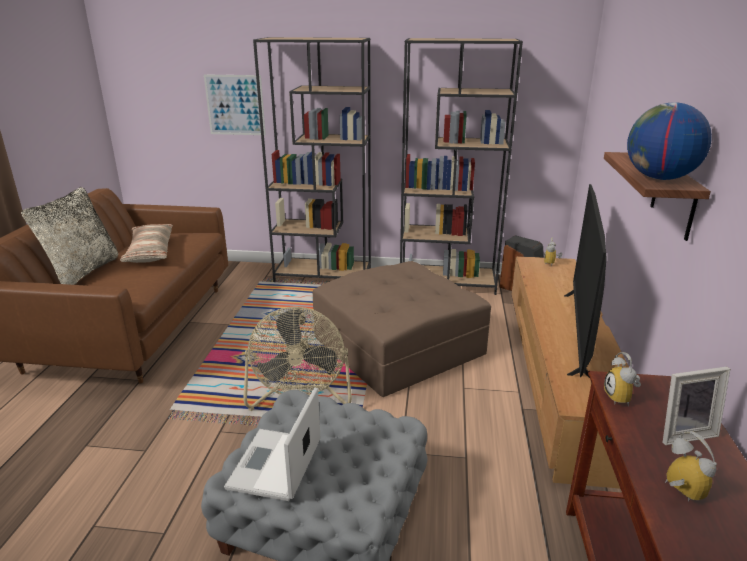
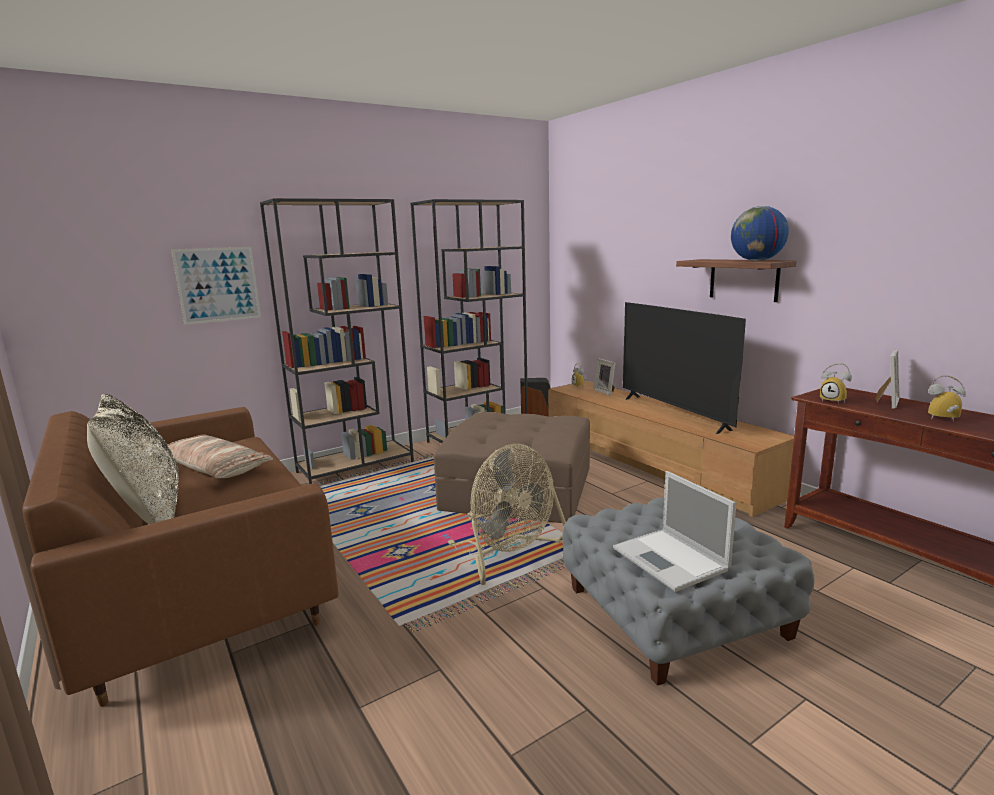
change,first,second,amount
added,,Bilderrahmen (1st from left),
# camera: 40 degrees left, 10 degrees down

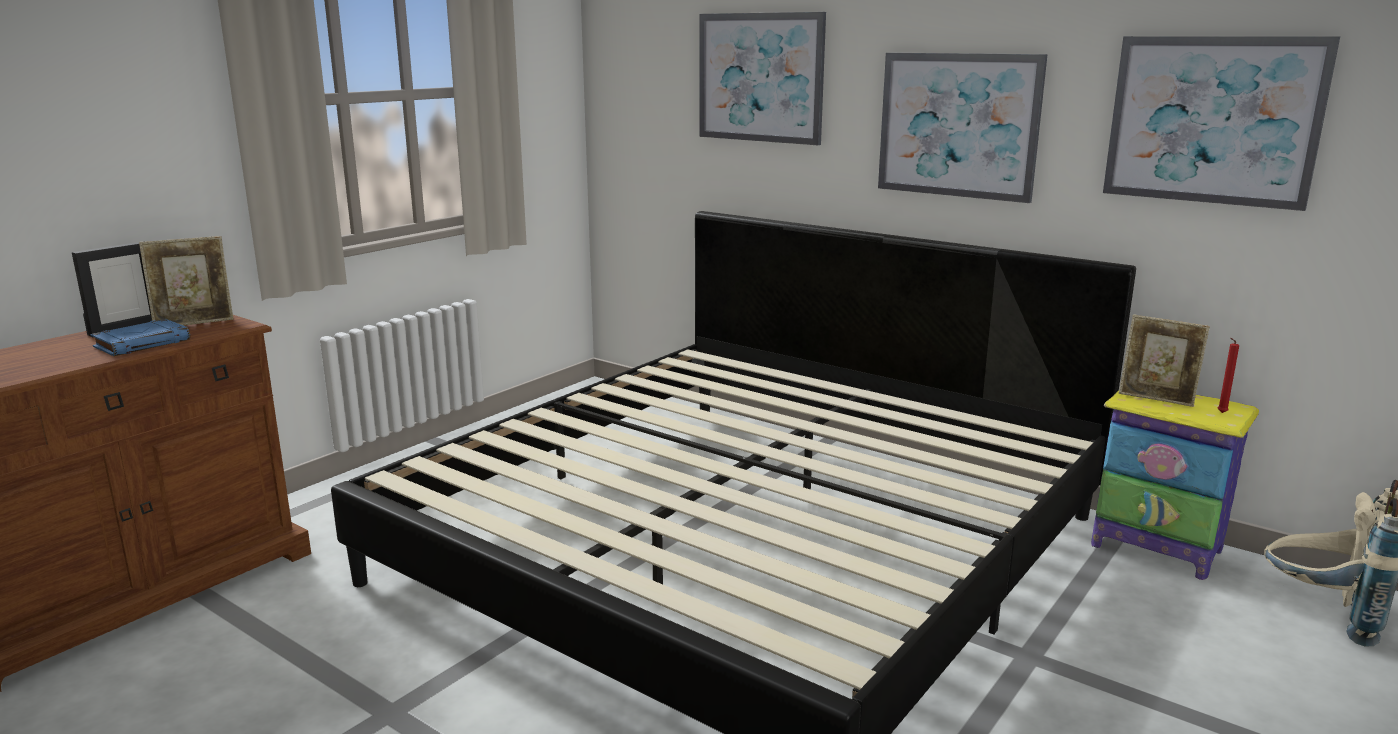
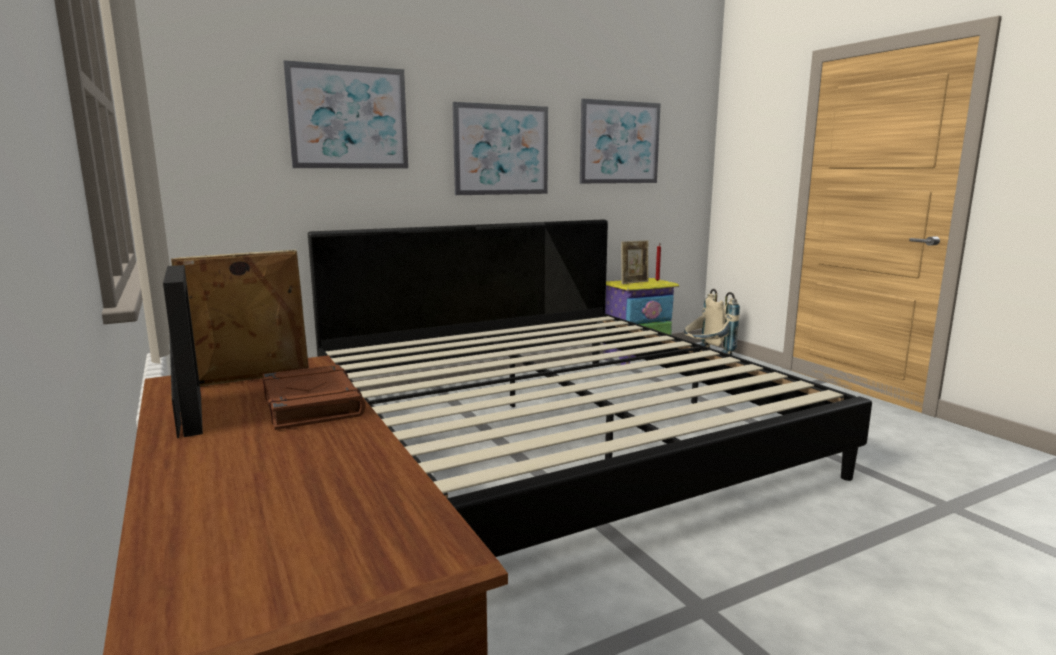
change,first,second,amount
recoloured,Buch/blau,Buch/braun,
turned,Bilderrahmen (2nd from left),,105 degrees counterclockwise
# camera: 65 degrees left, 5 degrees down

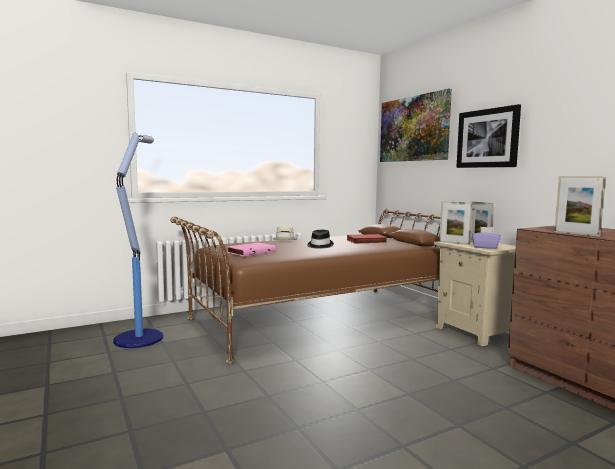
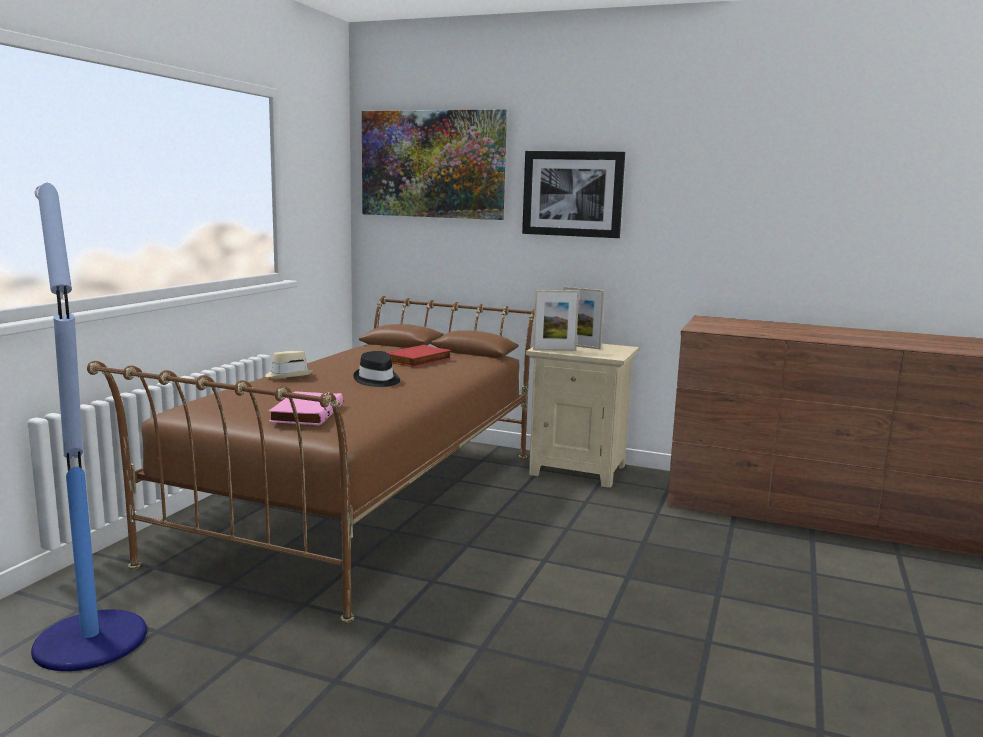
change,first,second,amount
removed,Taschentuchbox/lila,,
removed,Bilderrahmen (3rd from left),,
# camera: 40 degrees left, 5 degrees up

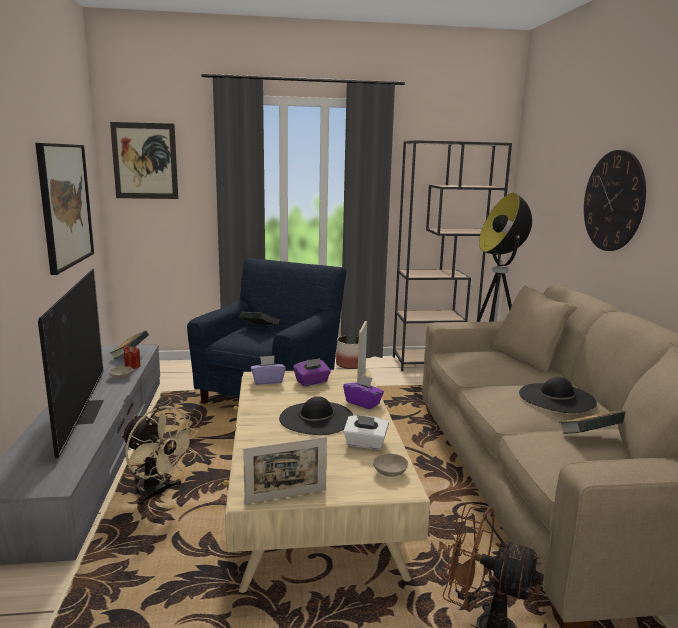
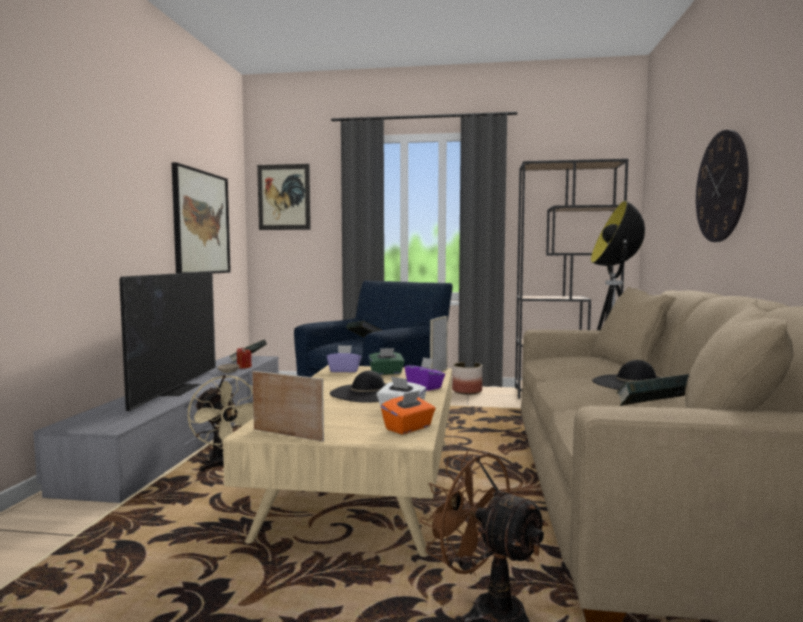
change,first,second,amount
replaced,Schüssel/beige (2nd from left),Taschentuchbox/orange,
recoloured,Taschentuchbox/lila (2nd from left),Taschentuchbox/grün,
turned,Bilderrahmen (1st from left),,150 degrees counterclockwise
# camera: 15 degrees right, 10 degrees down

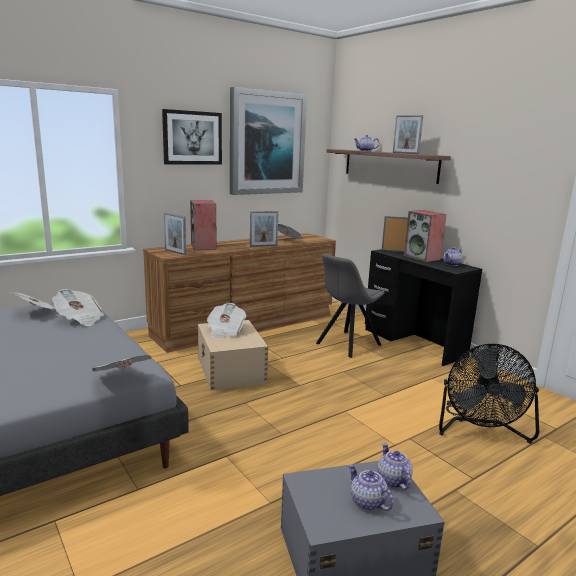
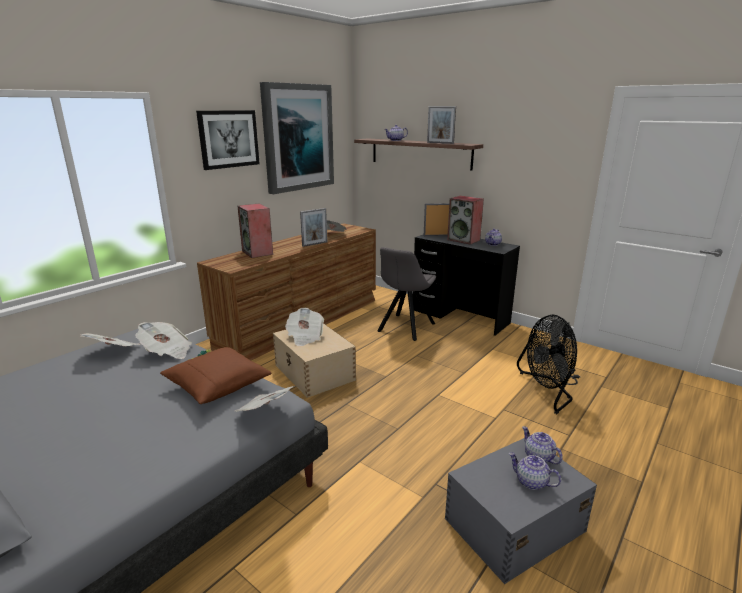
change,first,second,amount
removed,Bilderrahmen (1st from left),,
added,,Kissen/braun,
turned,Ventilator/schwarz,,90 degrees clockwise
# camera: 15 degrees left, 5 degrees up

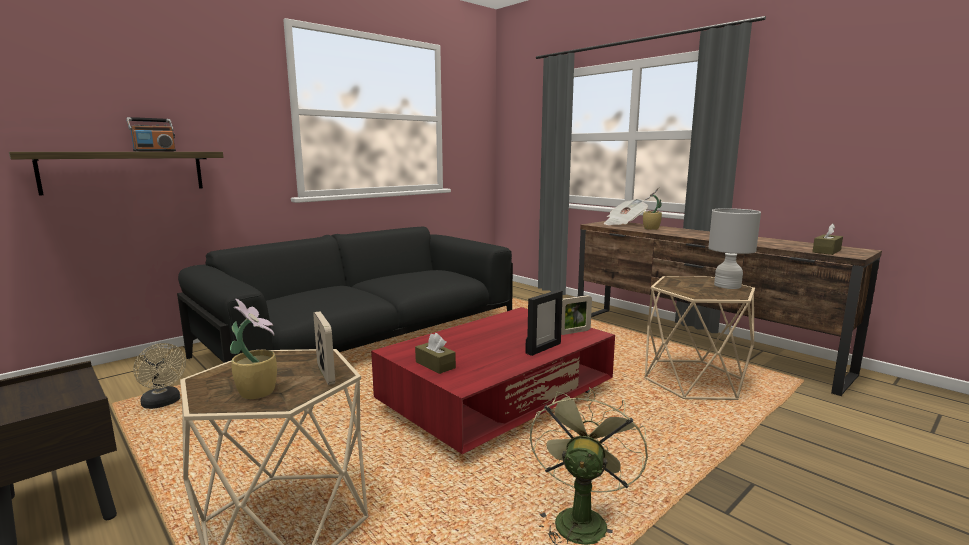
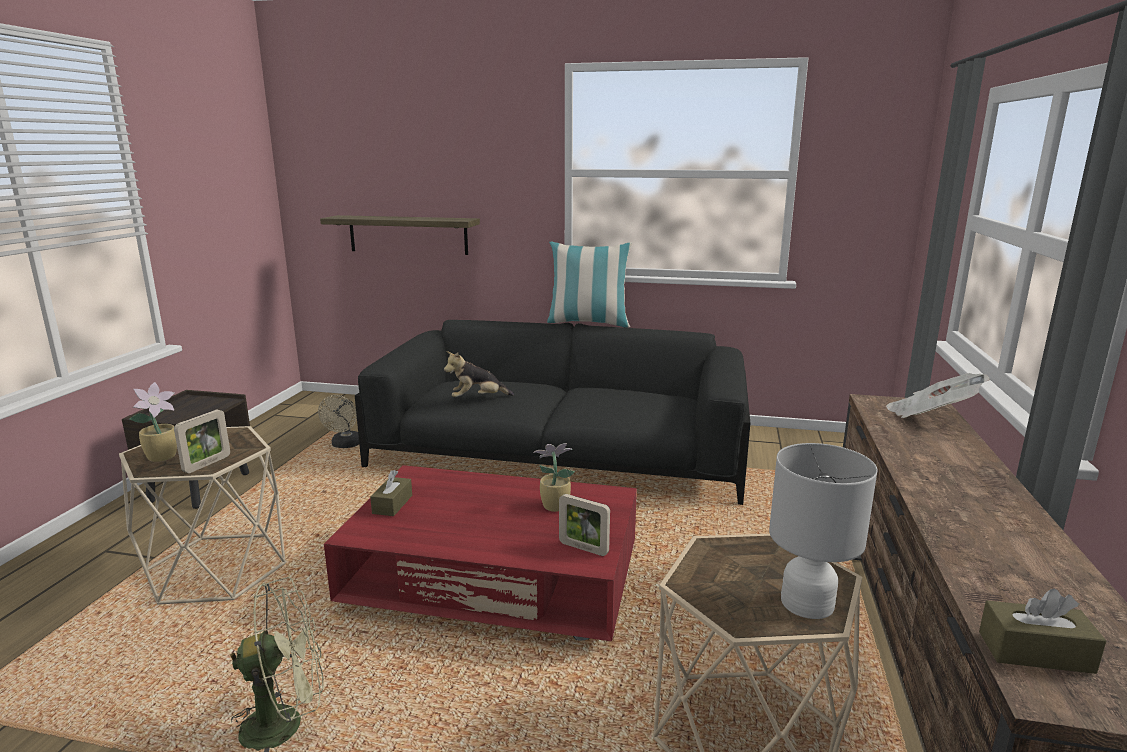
change,first,second,amount
removed,Radio,,
removed,Bilderrahmen (2nd from left),,
added,,Plüschtier,
added,,Kissen,
moved,Topfpflanze (2nd from left),,
# camera: 55 degrees right, 5 degrees up

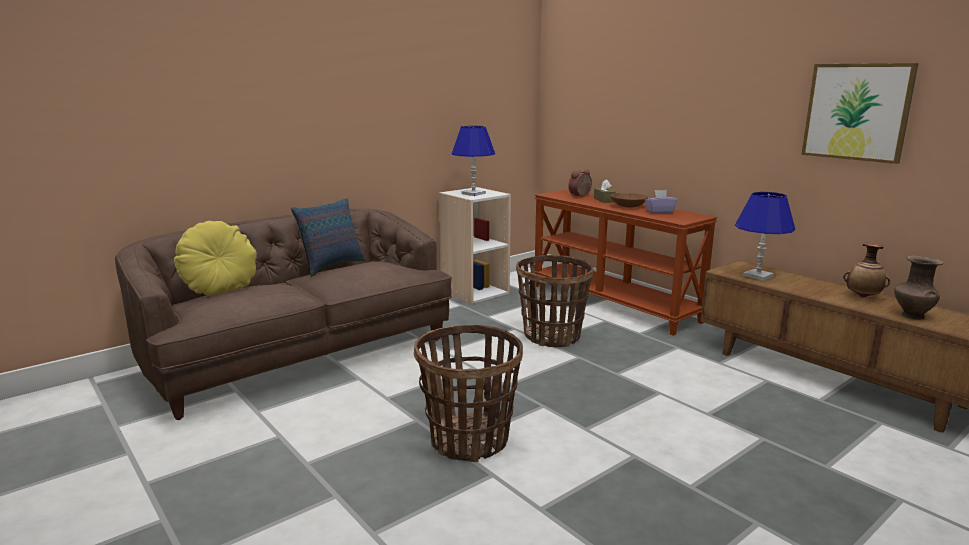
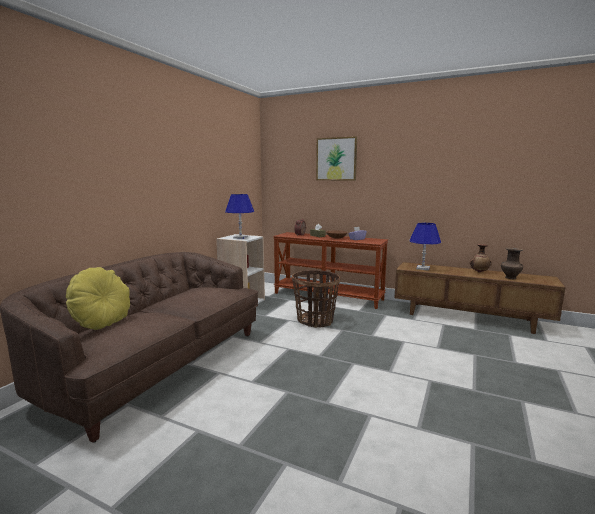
change,first,second,amount
removed,Kissen/blau,,
removed,Korb (1st from left),,
moved,Bild,,
# camera: 25 degrees left, 5 degrees down

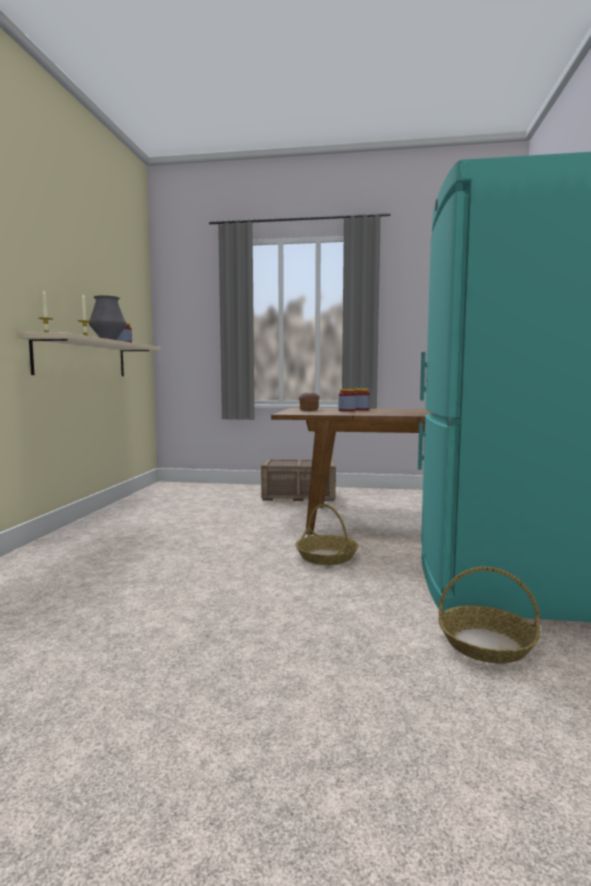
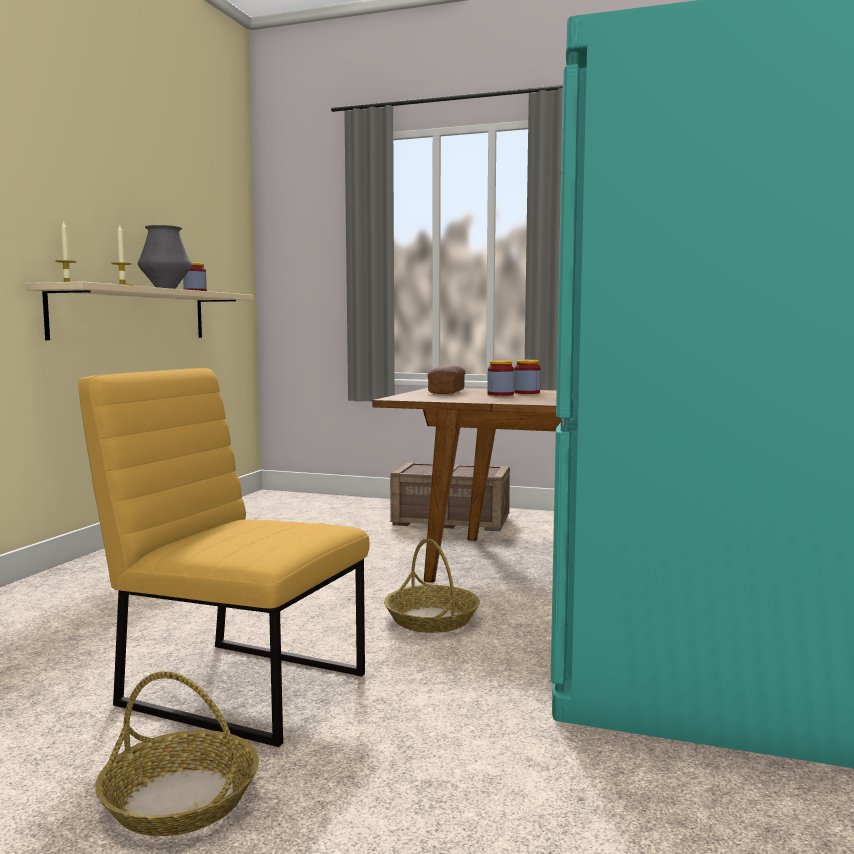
change,first,second,amount
added,,Stuhl/gelb,
moved,Korb (2nd from left in the first image),Korb (1st from left),
# camera: 10 degrees right, 0 degrees up

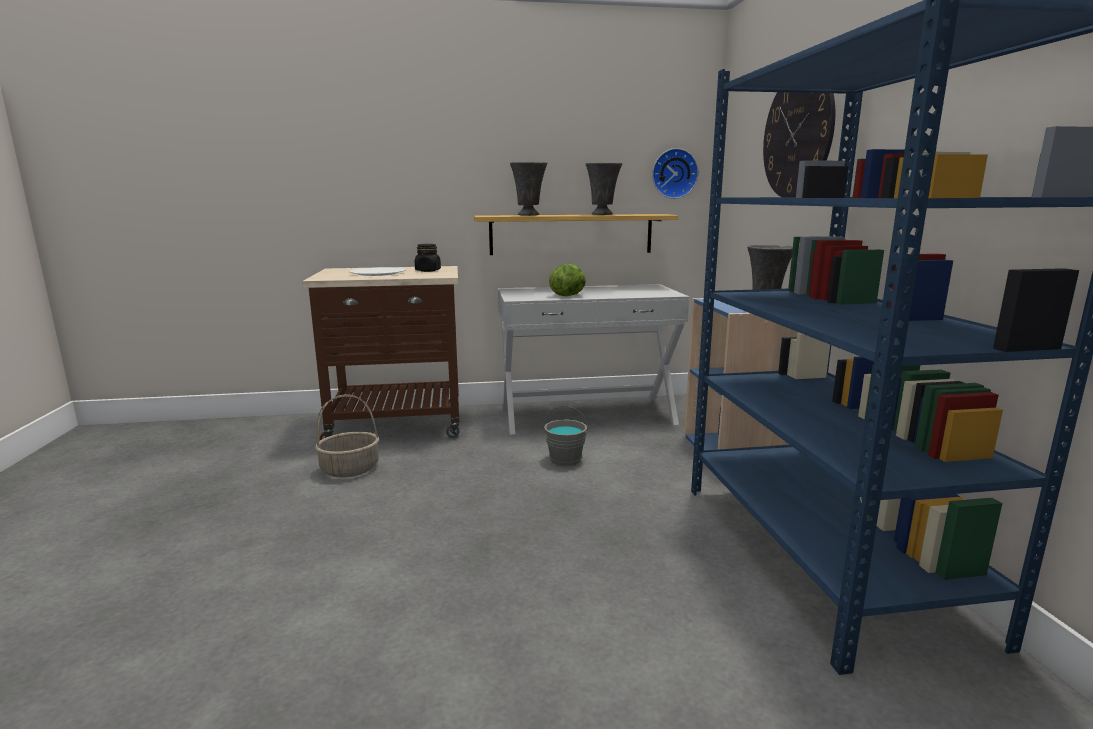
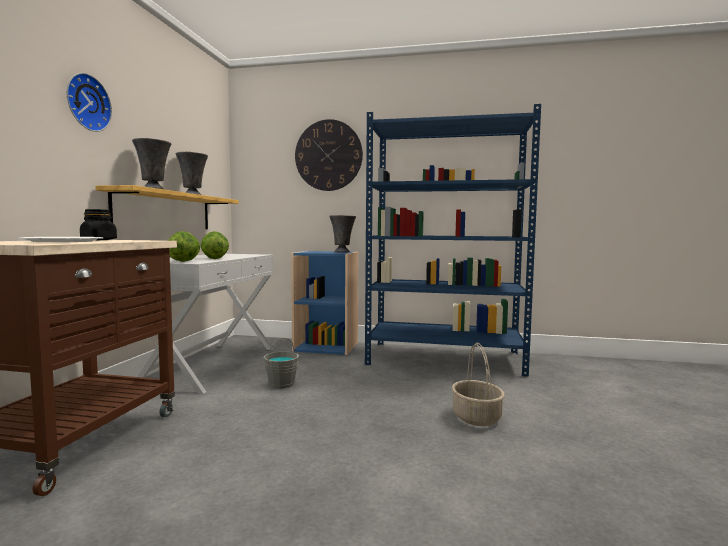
change,first,second,amount
added,,Salatkopf (1st from left),
moved,Korb,,
moved,Wanduhr (1st from left),,
# camera: 70 degrees left, 10 degrees down

